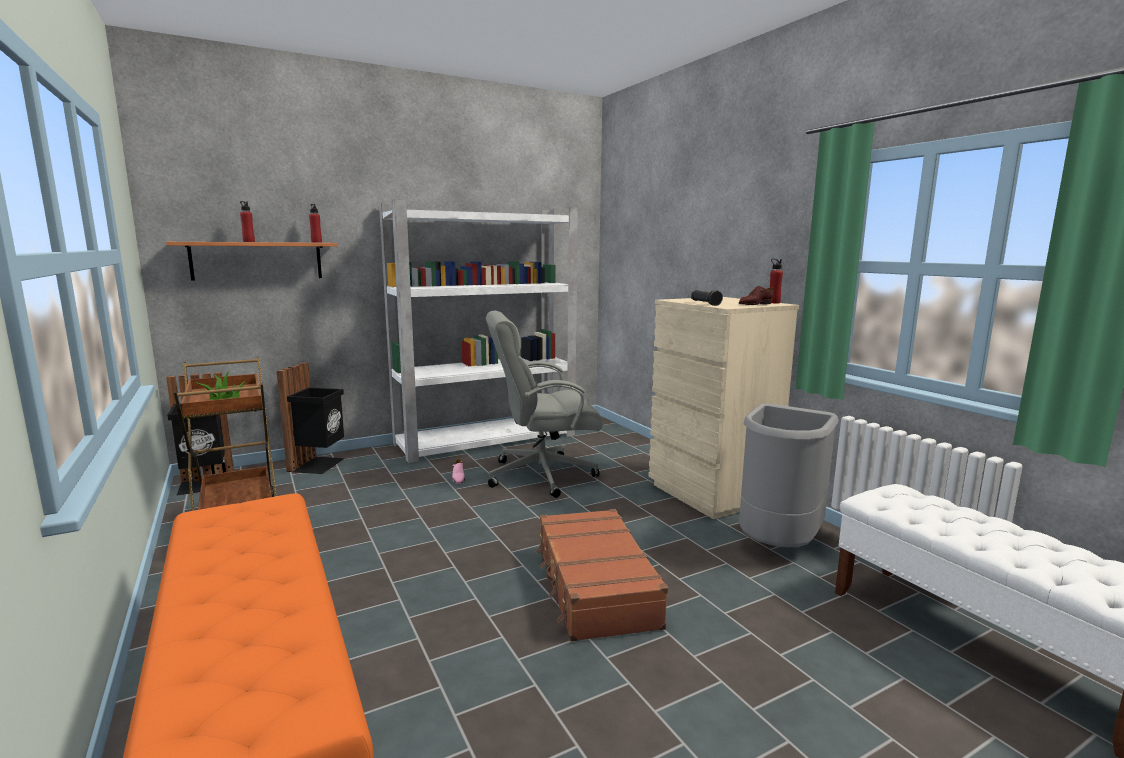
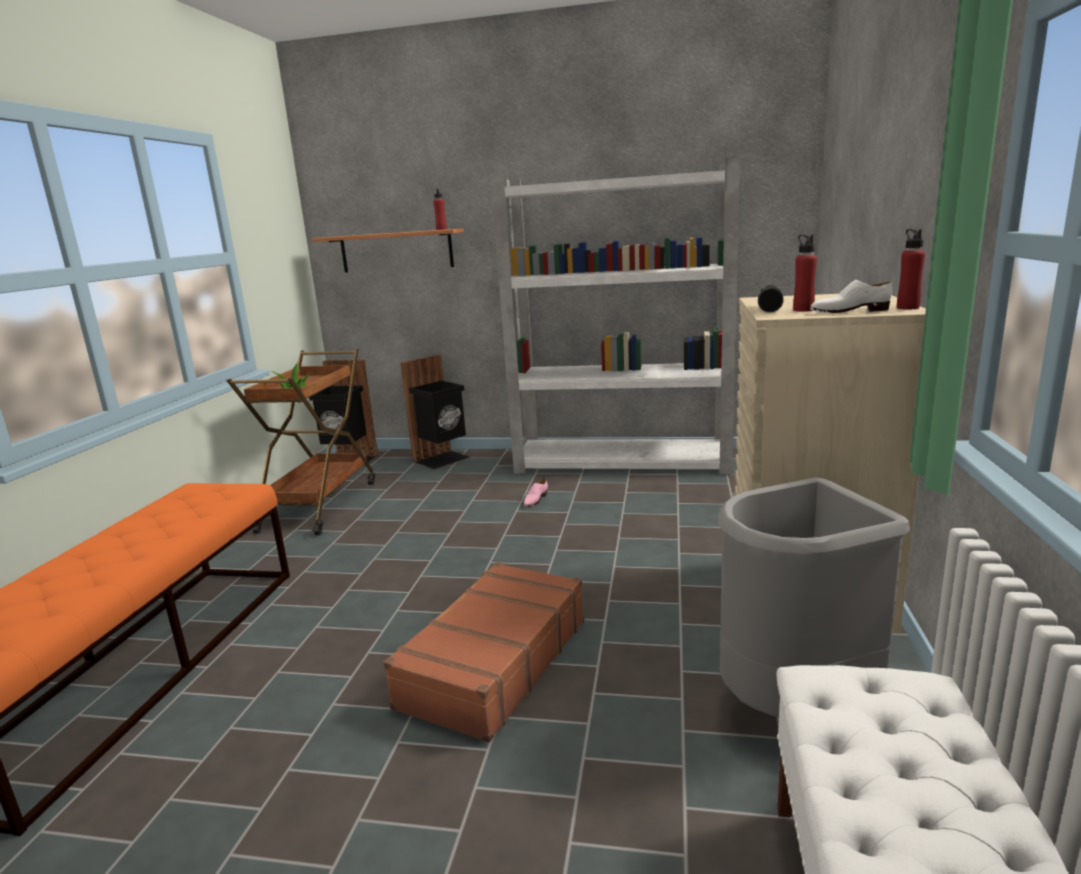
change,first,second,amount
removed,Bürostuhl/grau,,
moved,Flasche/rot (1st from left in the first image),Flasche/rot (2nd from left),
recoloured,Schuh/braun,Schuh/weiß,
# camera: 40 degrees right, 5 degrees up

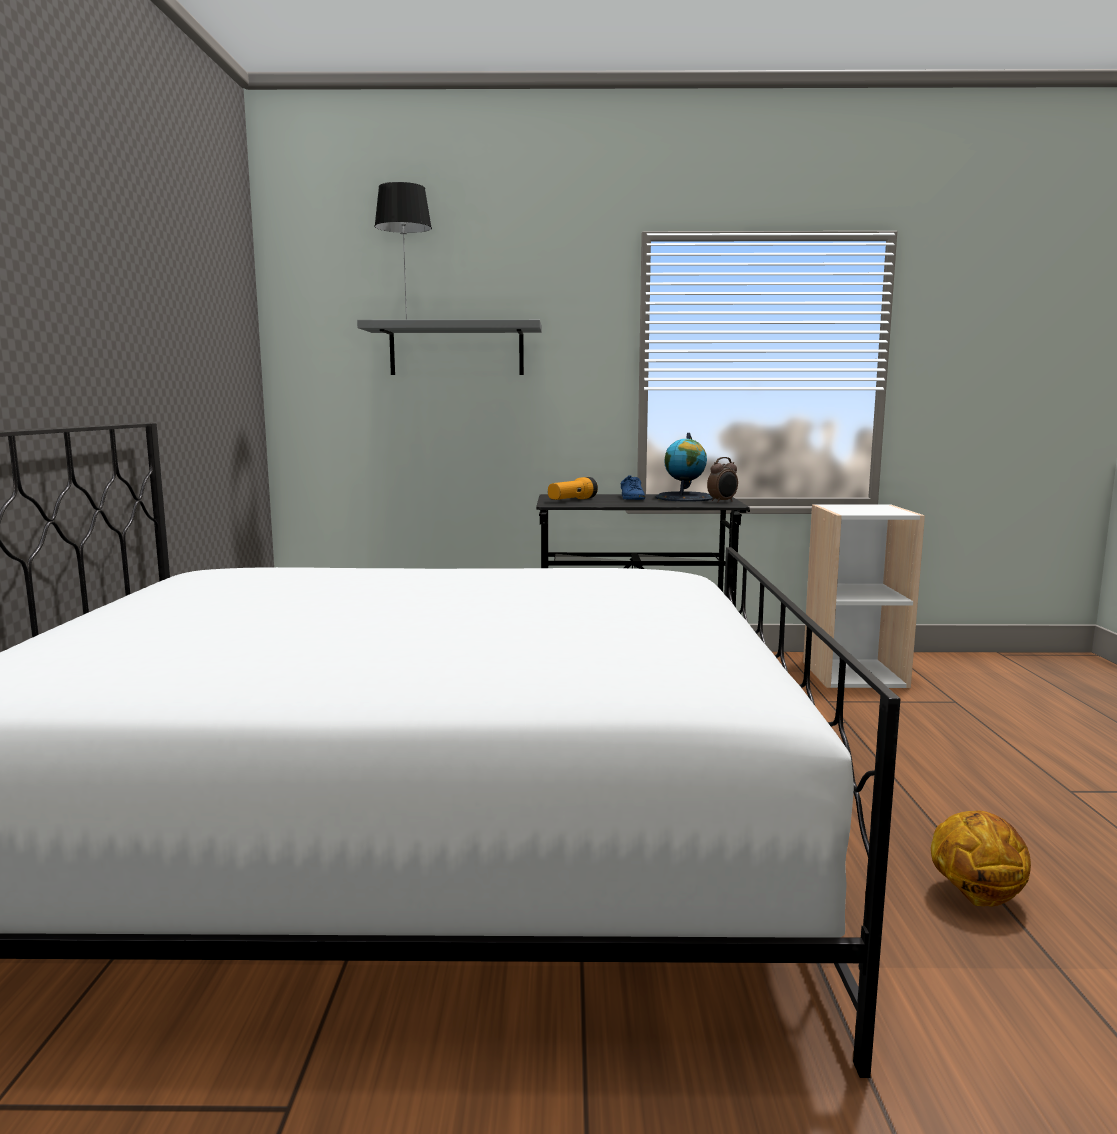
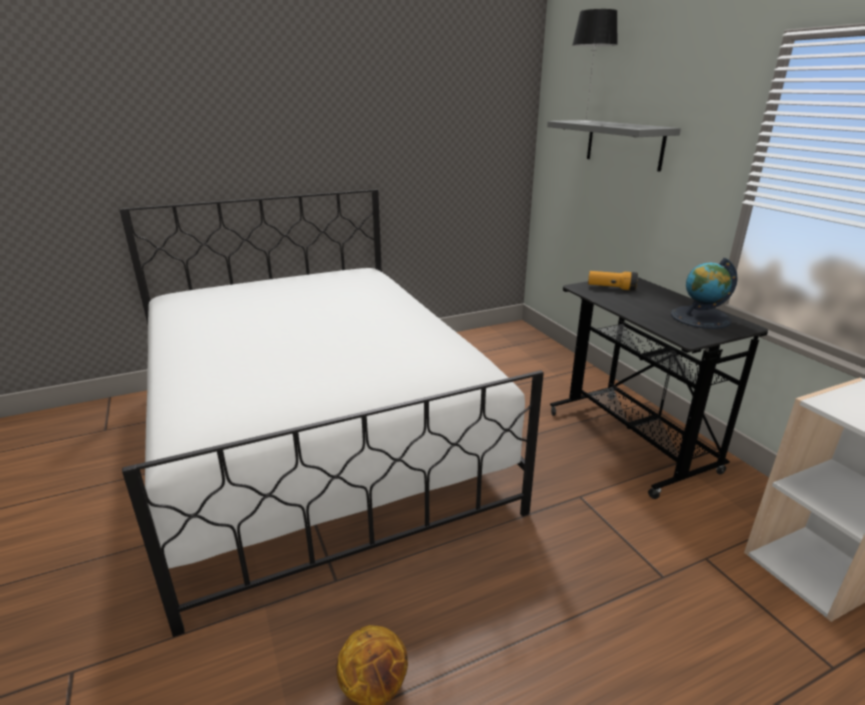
change,first,second,amount
removed,Schuh/blau,,
removed,Wecker,,
# camera: 65 degrees right, 15 degrees up

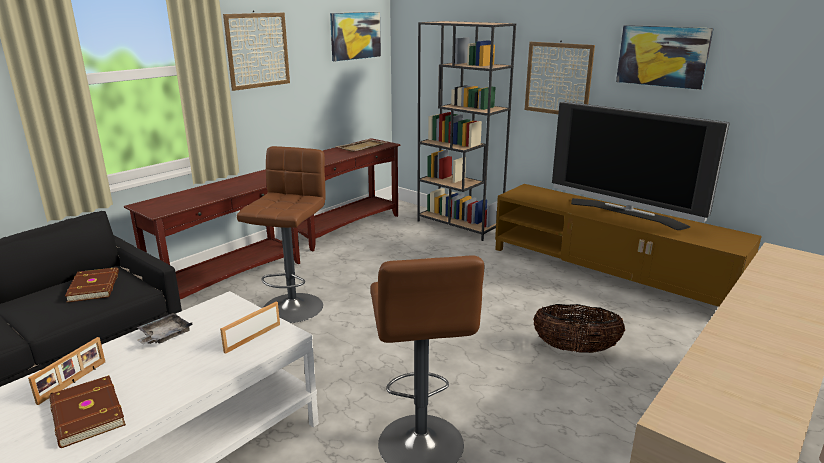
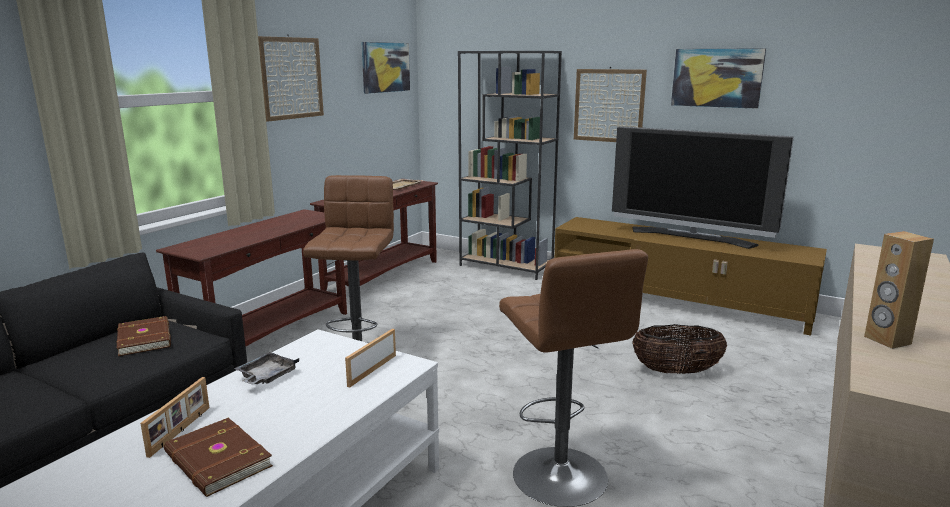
change,first,second,amount
added,,Lautsprecher/braun,
# camera: 10 degrees left, 5 degrees down

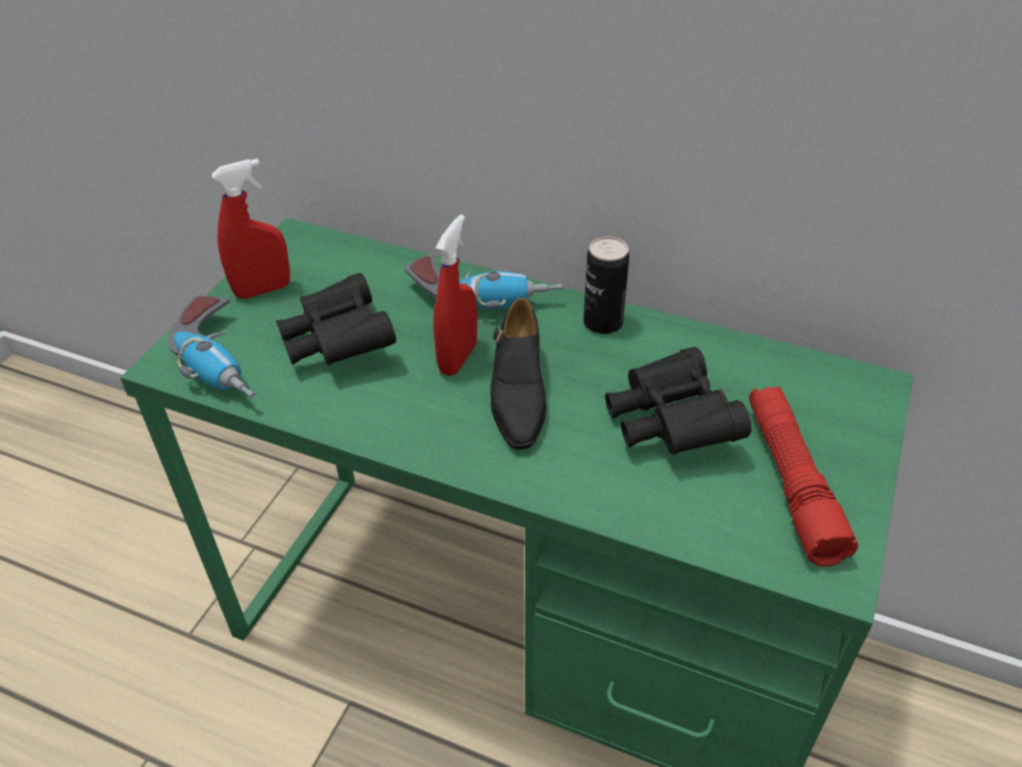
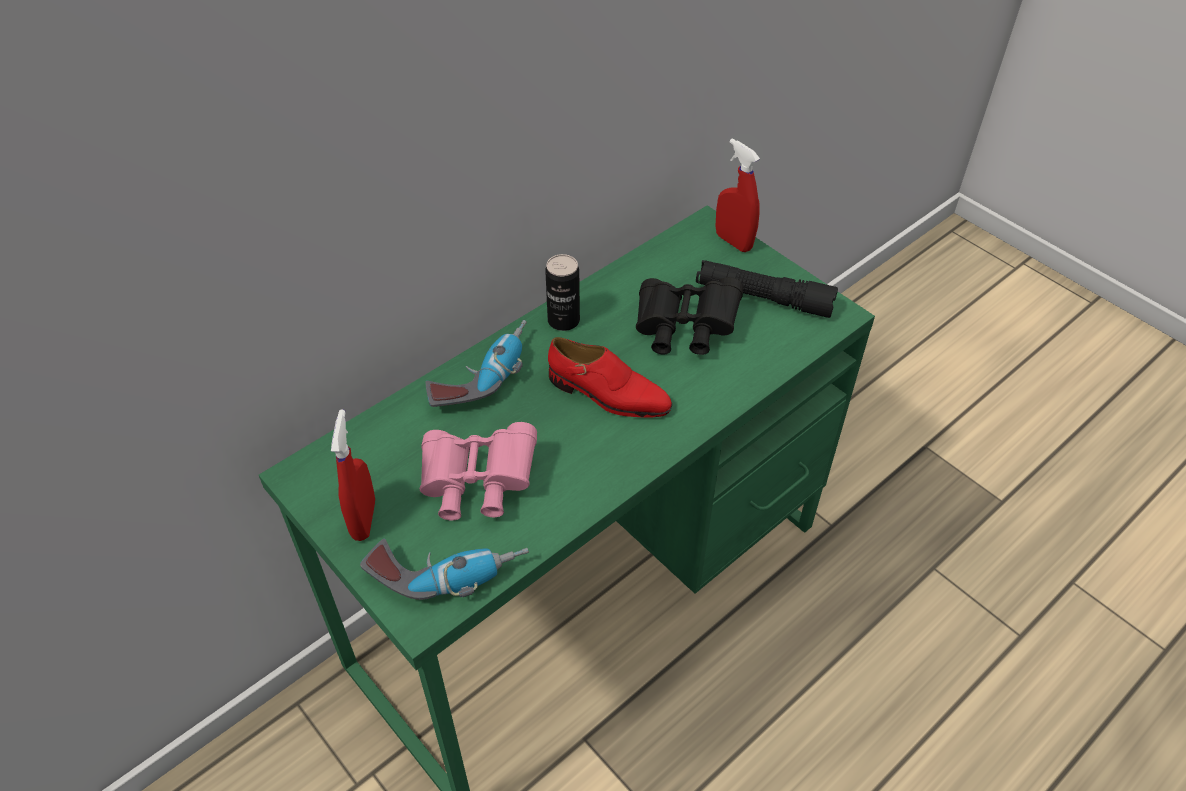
change,first,second,amount
moved,Sprühflasche/rot (2nd from left),,
recoloured,Fernglas/schwarz (1st from left),Fernglas/rosa,
recoloured,Schuh/schwarz,Schuh/rot,
recoloured,Taschenlampe/rot,Taschenlampe/schwarz,
# camera: 65 degrees left, 5 degrees up

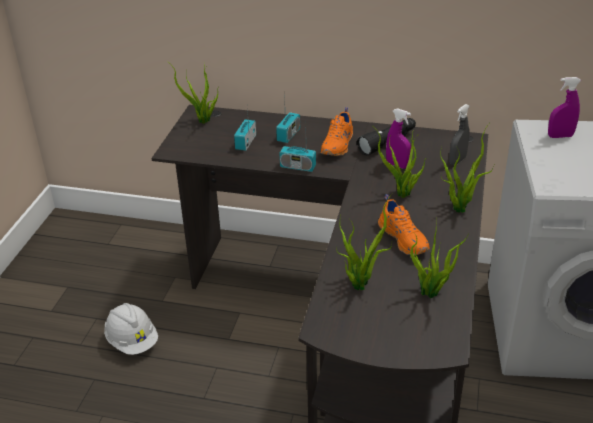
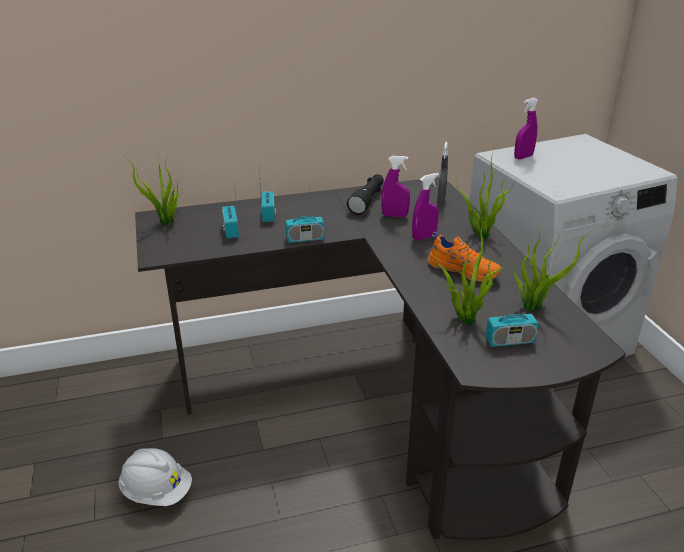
change,first,second,amount
removed,Schuh/orange (1st from left),,
added,,Radio (4th from left),
replaced,Topfpflanze (3rd from left),Sprühflasche/lila (2nd from left),
# camera: 30 degrees left, 5 degrees down

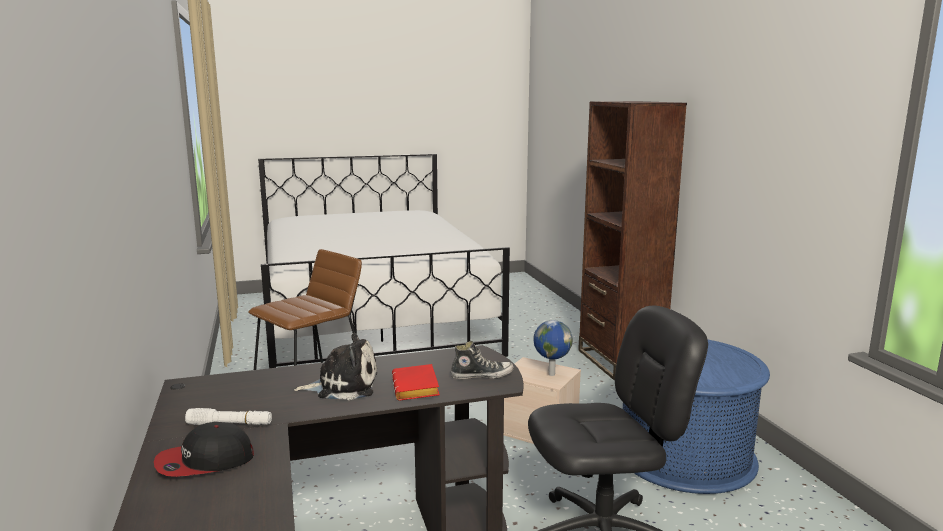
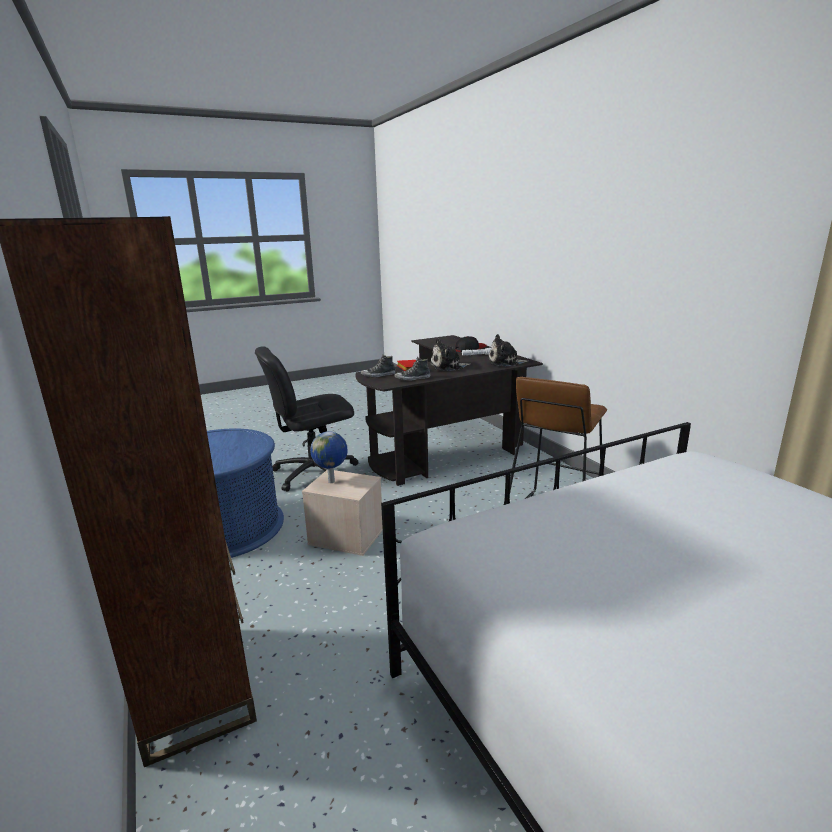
change,first,second,amount
added,,Schuh (2nd from left),
added,,Plüschtier (2nd from left),
# camera: 170 degrees right, 5 degrees up

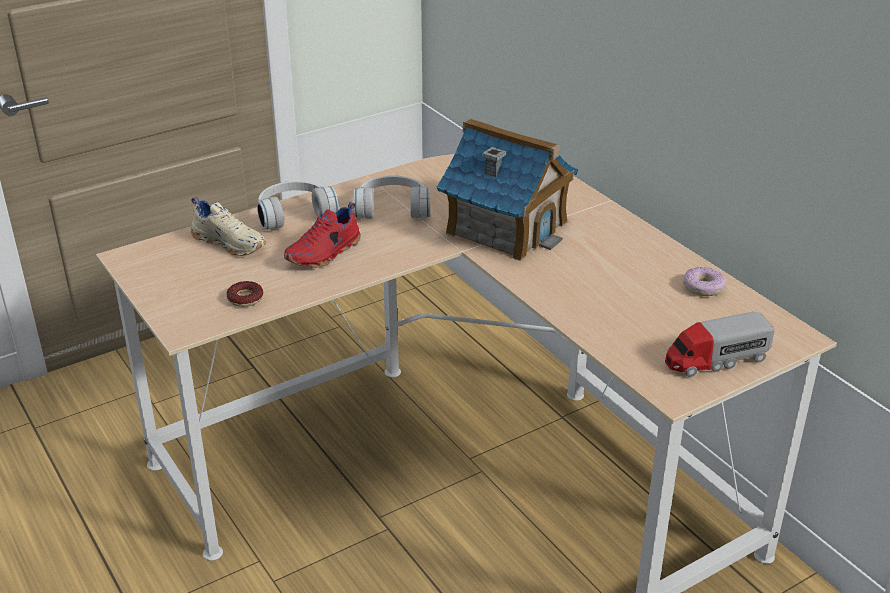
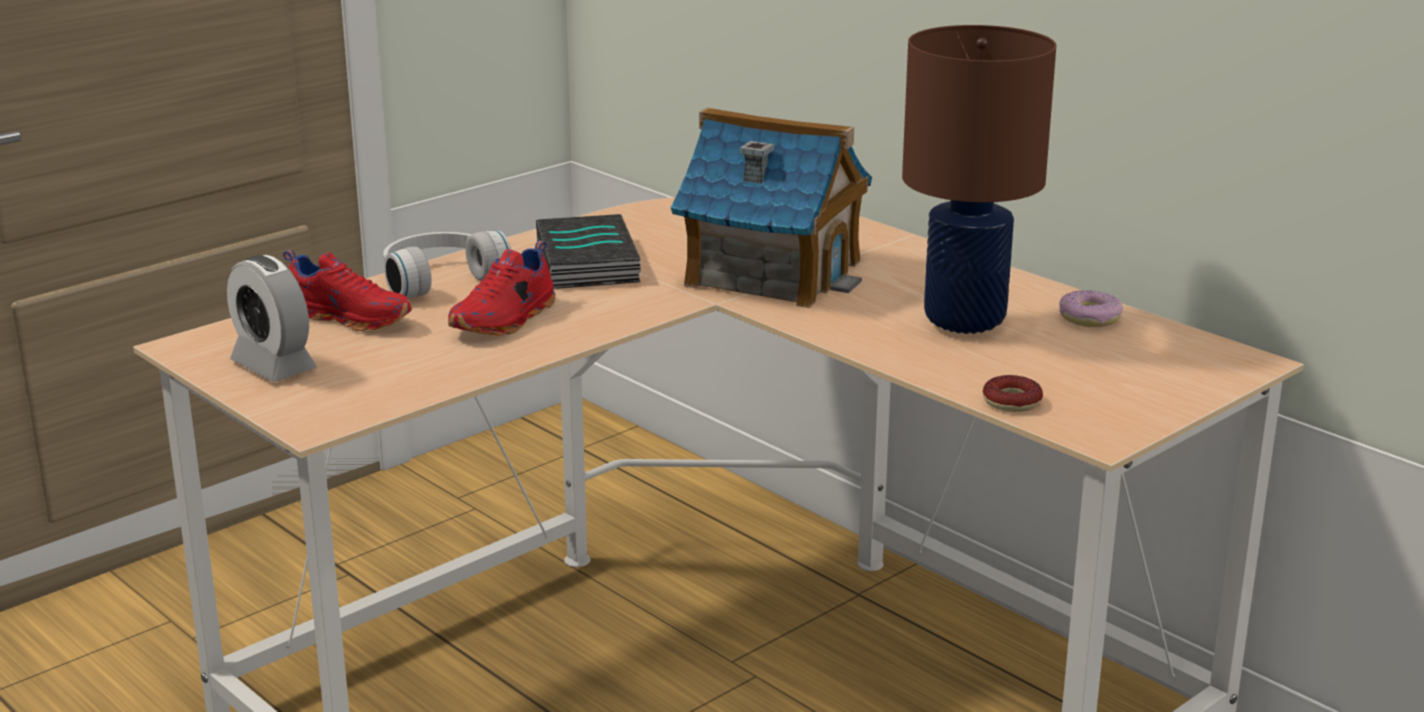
change,first,second,amount
removed,Spielzeuglaster,,
added,,Wecker,
added,,Tischlampe/braun,
moved,Donut (1st from left),,
replaced,Kopfhörer/weiß (2nd from left),Buch,
recoloured,Schuh/beige,Schuh/rot (1st from left),
# camera: 10 degrees left, 10 degrees down

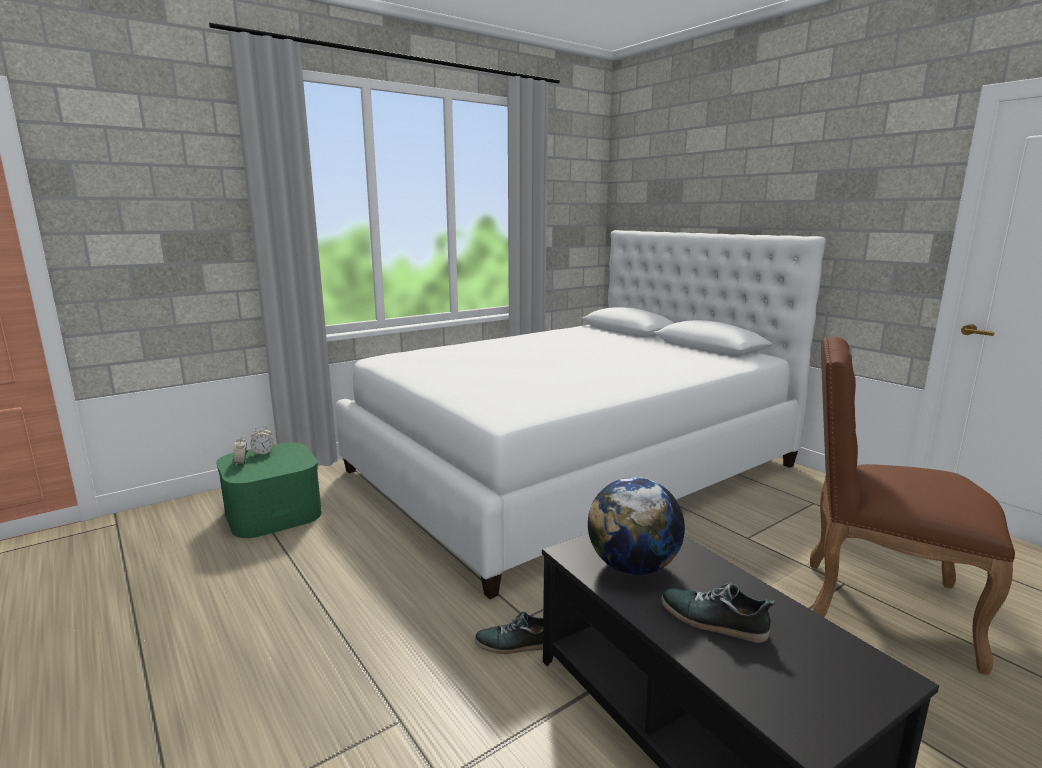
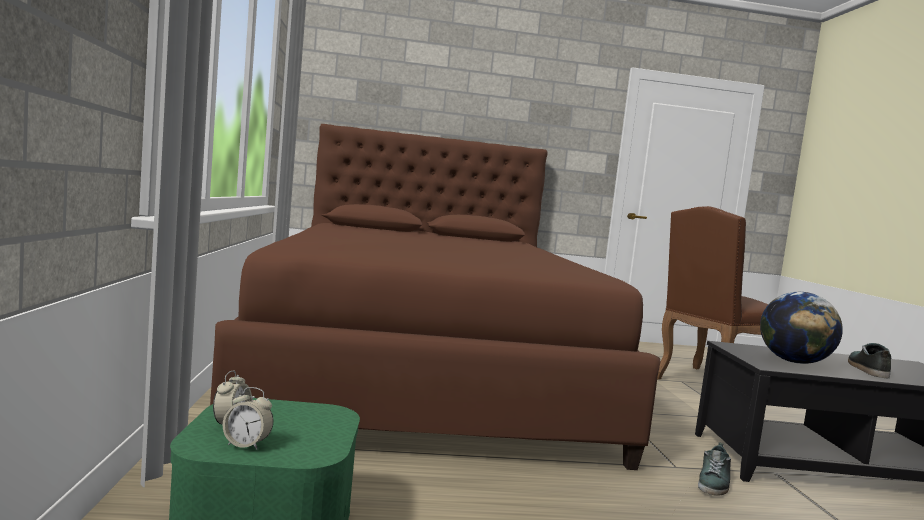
change,first,second,amount
recoloured,Bett/weiß,Bett/braun,
turned,Schuh (2nd from left),,135 degrees clockwise
# camera: 60 degrees left, 10 degrees down

